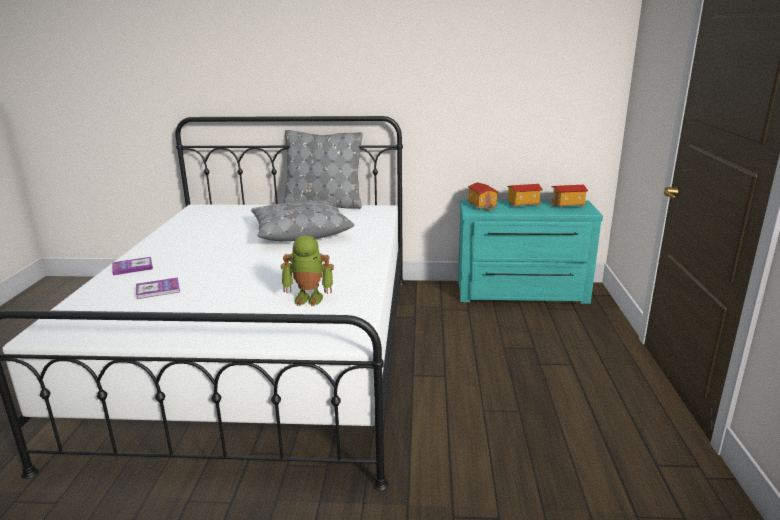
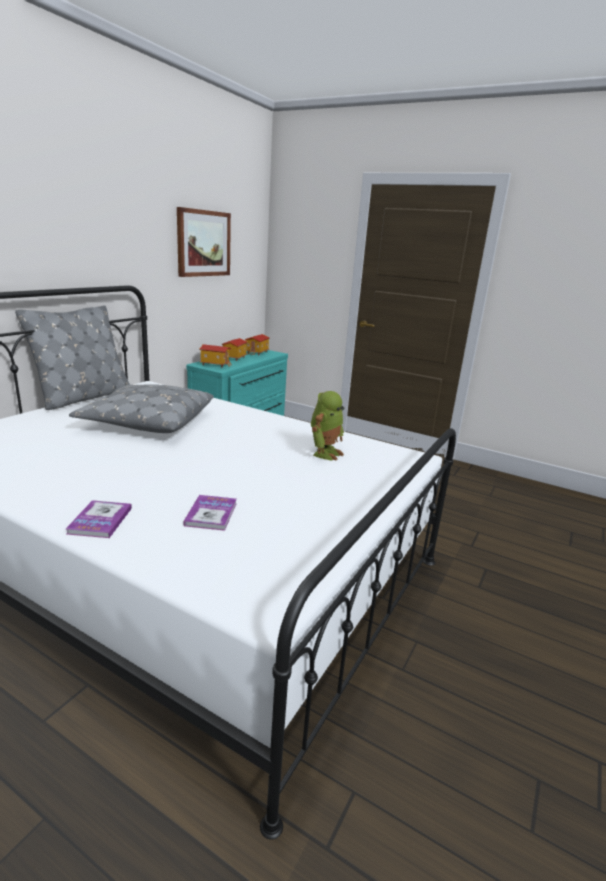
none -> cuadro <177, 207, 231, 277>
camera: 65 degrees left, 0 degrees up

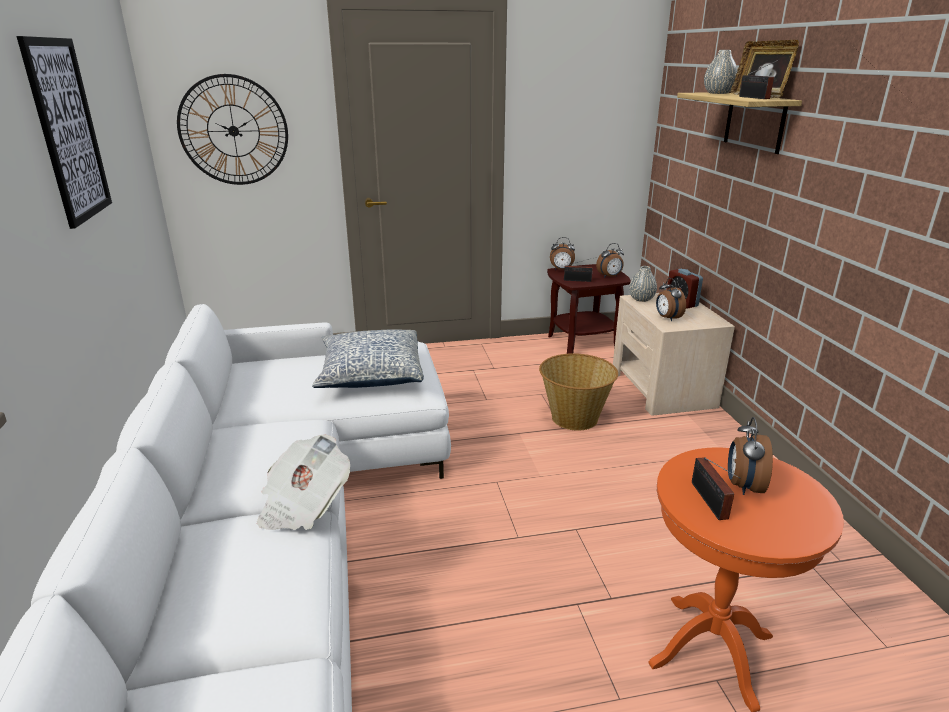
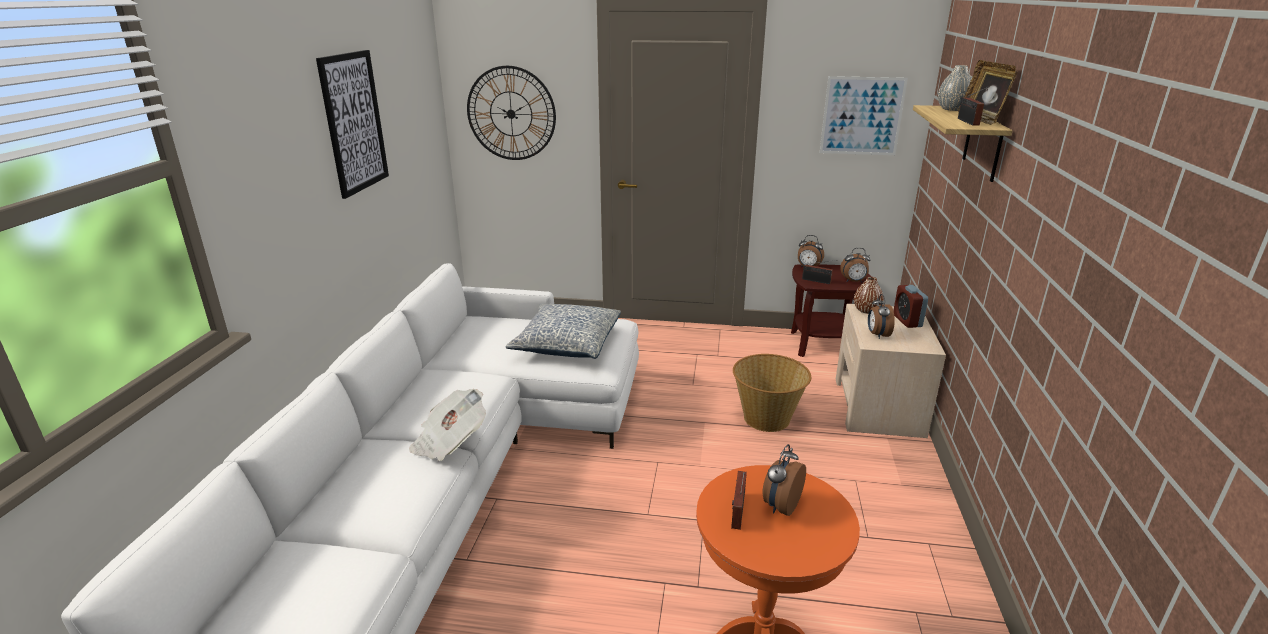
none -> cuadro <820, 76, 908, 155>
florero/gris <629, 266, 657, 302> -> florero/marrón <854, 277, 883, 314>
camera: 20 degrees right, 0 degrees up

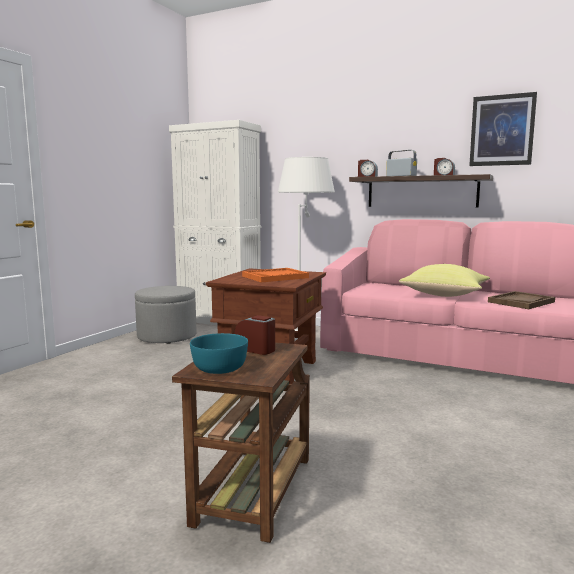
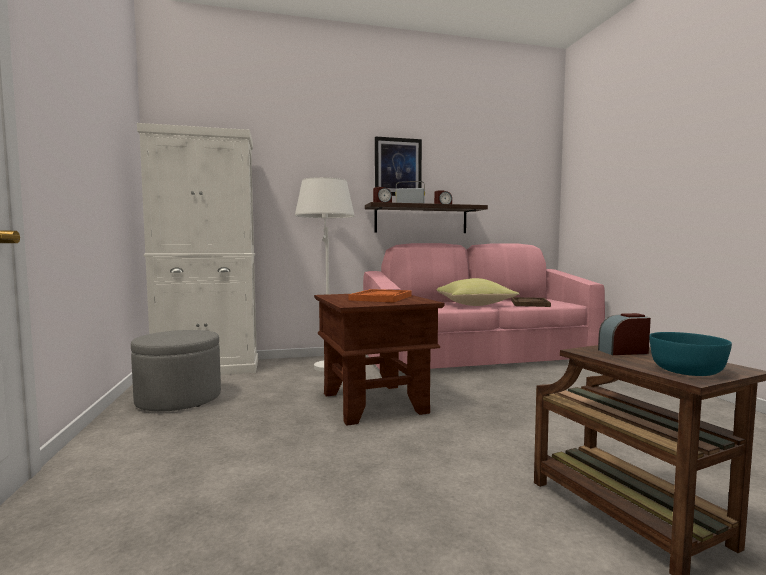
cuadro <469, 92, 537, 166> -> cuadro <375, 136, 422, 196>, relocated
camera: 40 degrees left, 5 degrees down

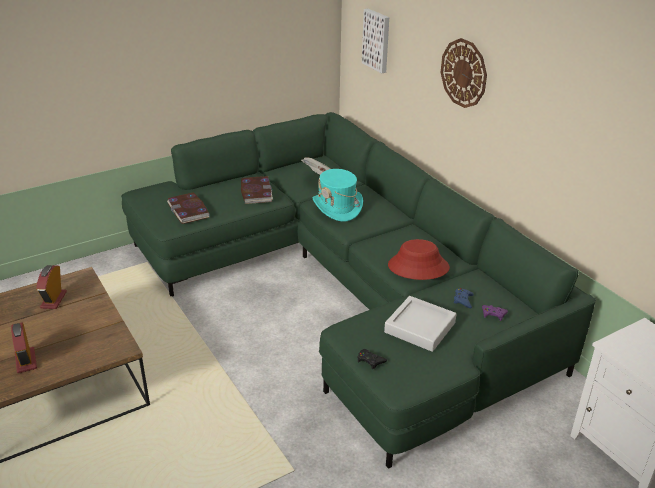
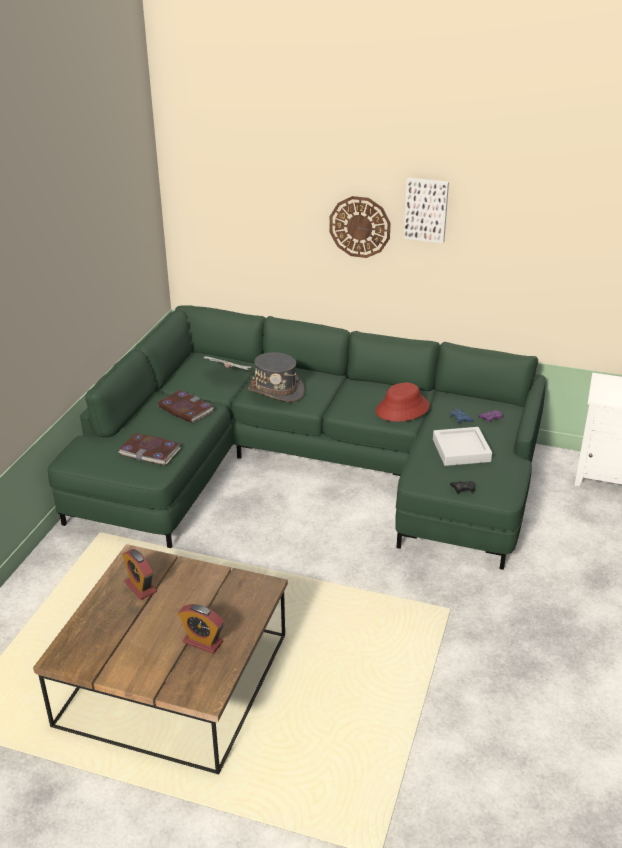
cuadro <362, 9, 389, 73> -> cuadro <404, 178, 449, 243>, relocated
sombrero/turquesa <313, 169, 363, 222> -> sombrero/gris <248, 352, 304, 402>
camera: 40 degrees left, 0 degrees up

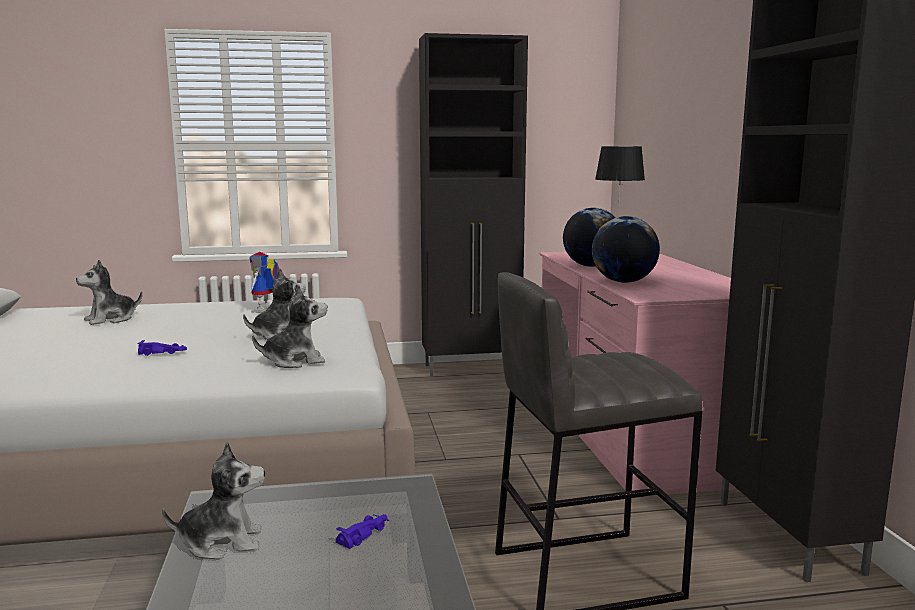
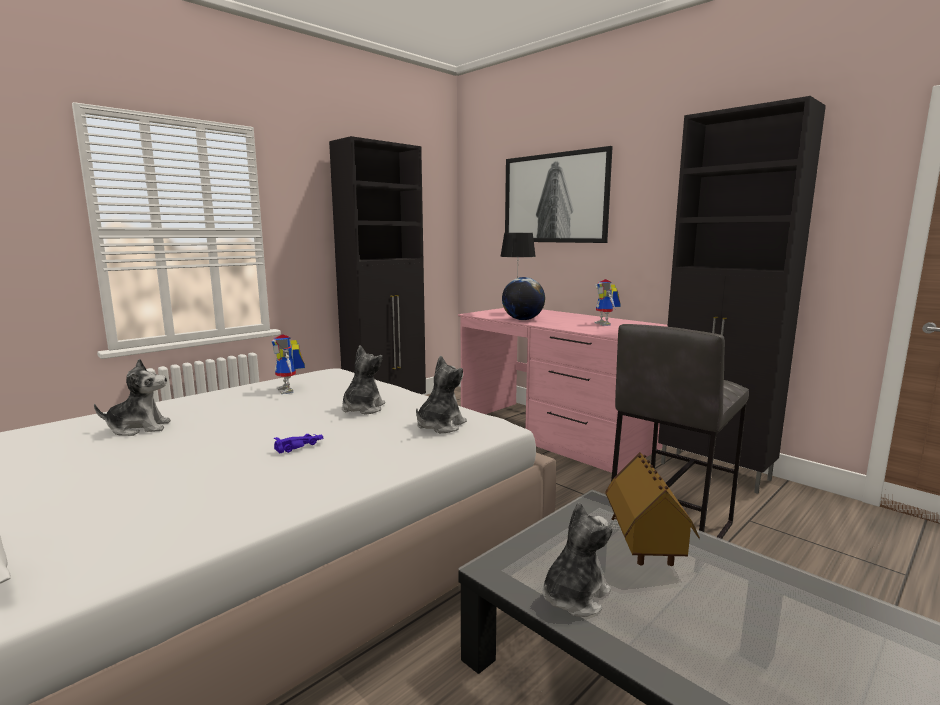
globo terráqueo <592, 216, 660, 283> -> none
none -> cuadro <505, 146, 613, 243>
none -> robot de juguete <594, 279, 621, 326>
coche de juguete/morado <336, 514, 389, 549> -> casita <605, 452, 700, 566>
peluche <76, 260, 142, 325> -> peluche <94, 359, 171, 436>, 120 degrees counterclockwise
camera: 35 degrees left, 0 degrees up

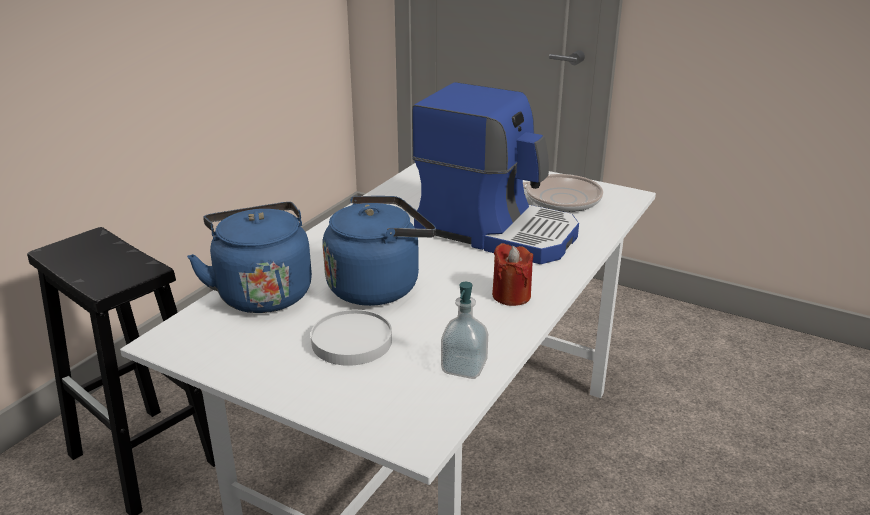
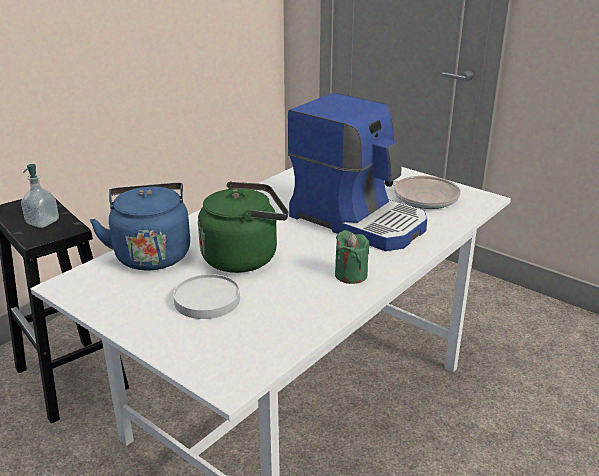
dispensador de jabón <441, 282, 488, 379> -> dispensador de jabón <21, 164, 59, 228>, relocated
hervidor/azul <323, 196, 436, 306> -> hervidor/verde <198, 182, 289, 273>
vela/rojo <492, 243, 533, 306> -> vela/verde <335, 230, 369, 284>
camera: 10 degrees right, 0 degrees up

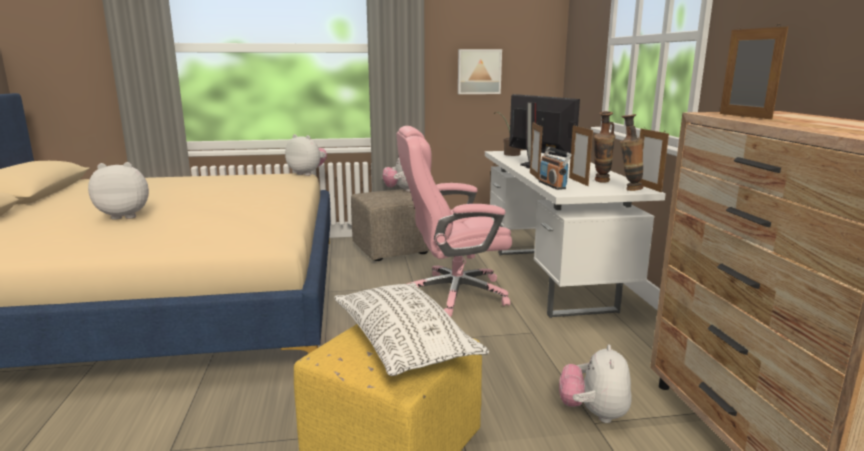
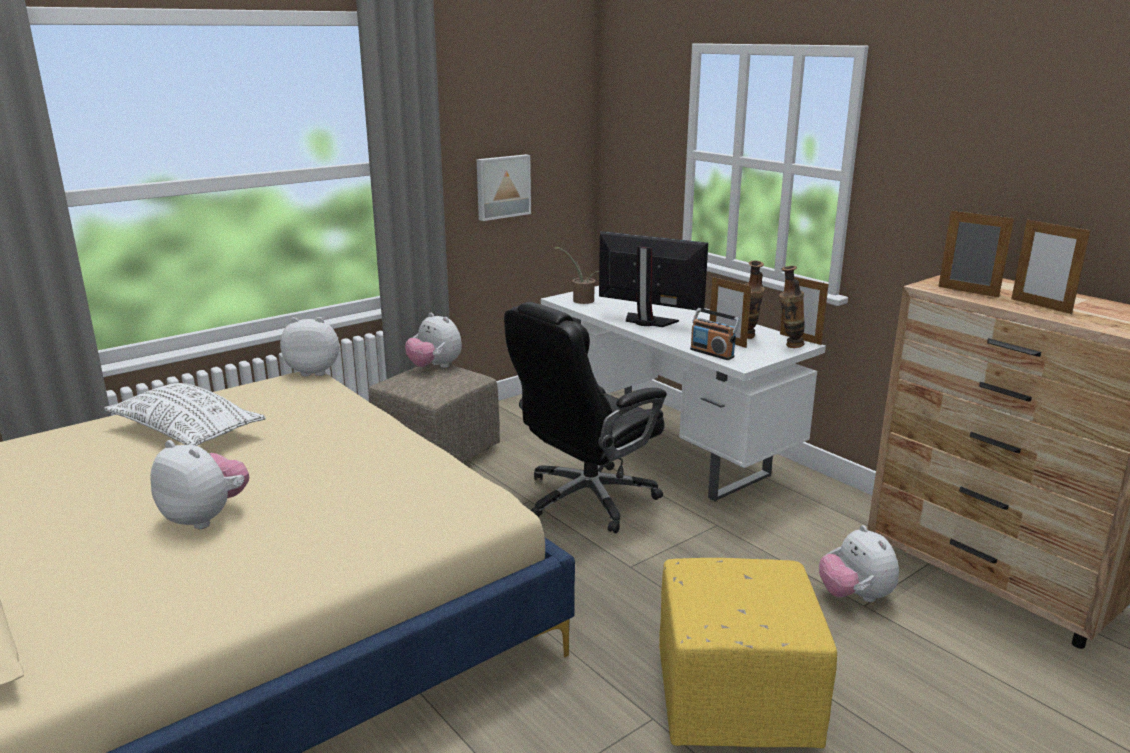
cojín/blanco <334, 282, 489, 376> -> cojín/blanco <104, 383, 266, 446>, relocated
portarretratos <530, 121, 543, 180> -> portarretratos <1011, 218, 1091, 314>, relocated
silla de oficina/rosa <397, 126, 512, 317> -> silla de oficina/negro <504, 302, 667, 533>
peluche <88, 162, 149, 220> -> peluche <150, 440, 249, 529>, 75 degrees clockwise
camera: 30 degrees left, 5 degrees up

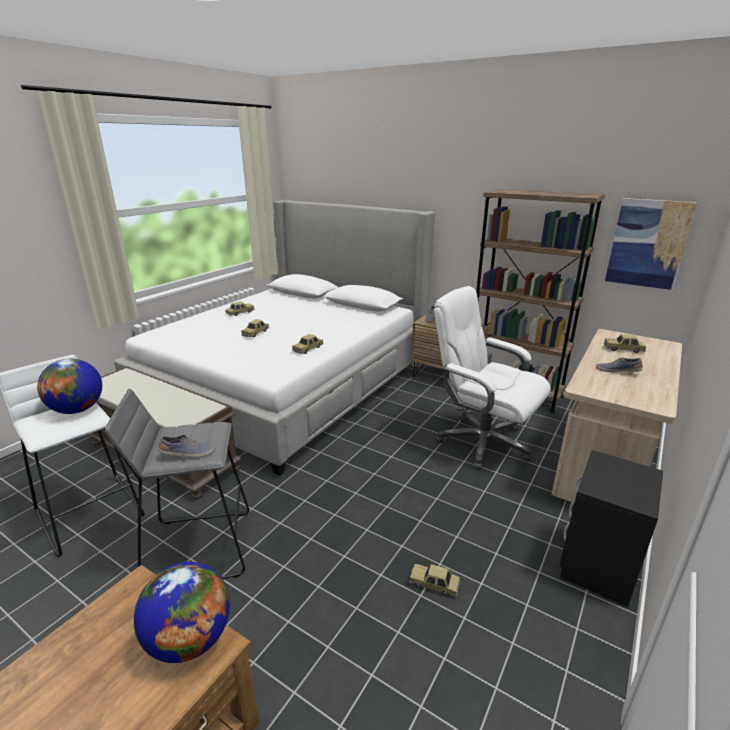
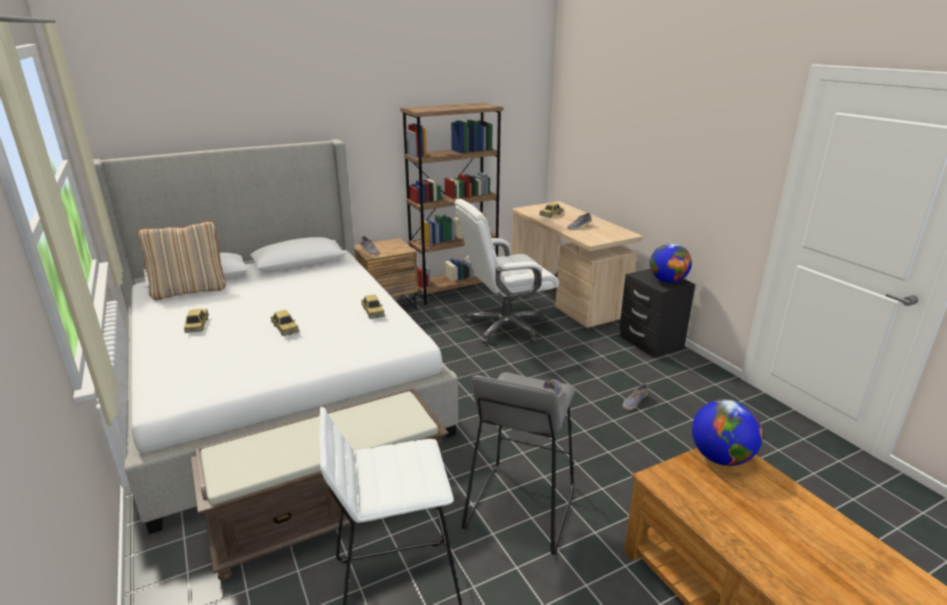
cuadro <605, 198, 697, 290> -> none
none -> cojín/beis <138, 221, 226, 300>
globo terráqueo <37, 359, 102, 414> -> globo terráqueo <650, 243, 692, 283>, relocated
coche de juguete <409, 564, 461, 597> -> zapato <623, 383, 649, 410>
camera: 60 degrees left, 0 degrees up

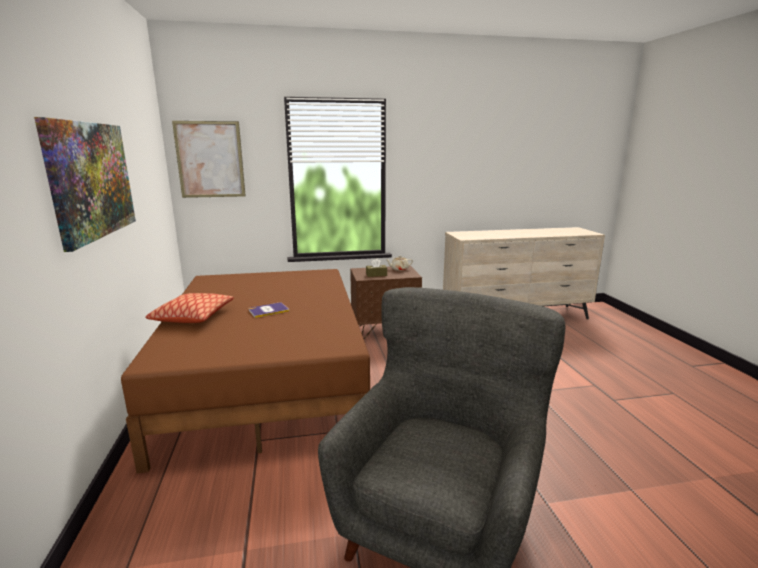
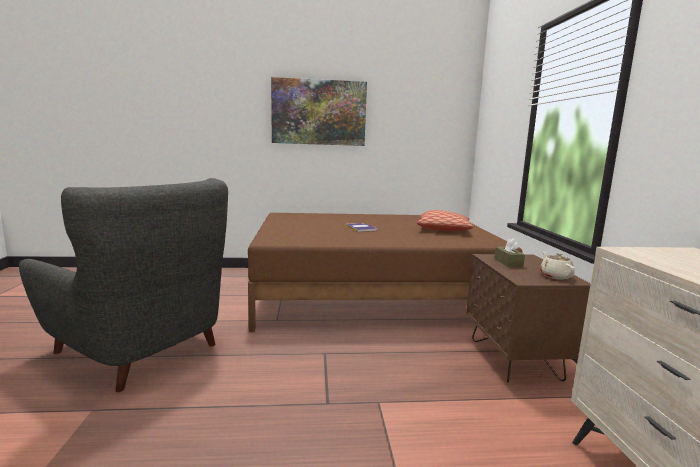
cuadro <172, 121, 246, 198> -> none
cojín <145, 293, 234, 323> -> cojín <417, 210, 473, 231>, relocated
camera: 95 degrees right, 5 degrees down

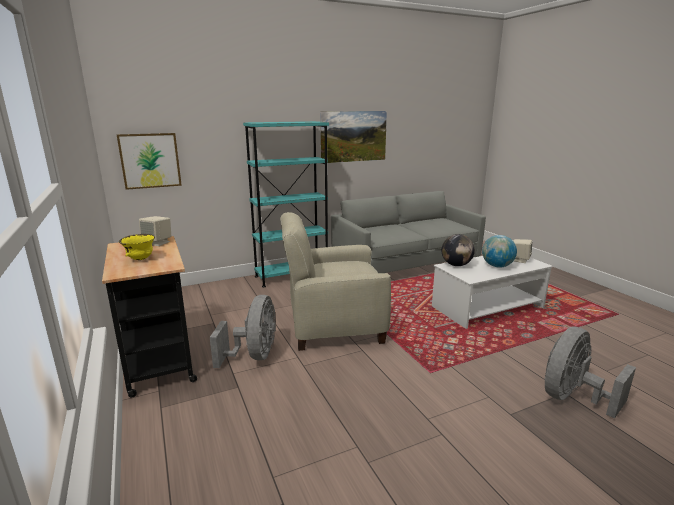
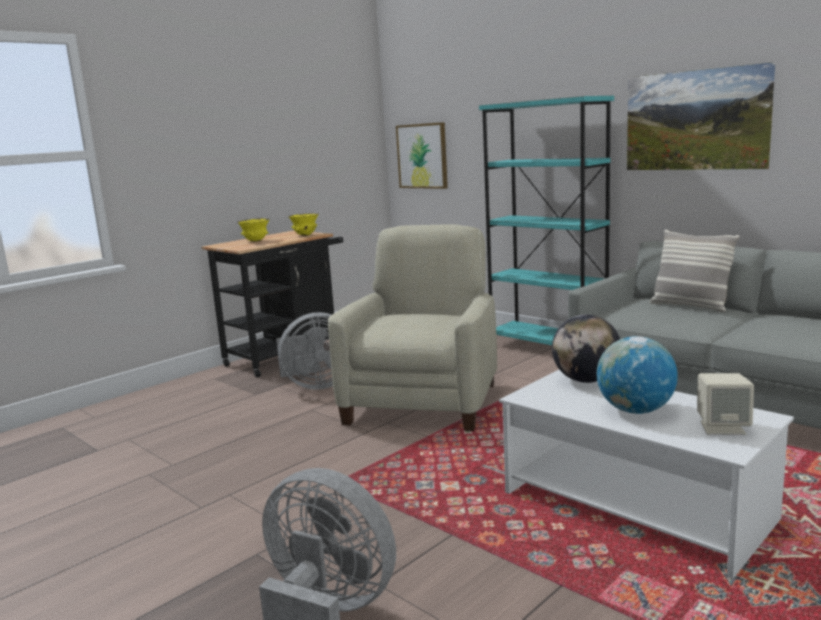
none -> cojín <650, 230, 739, 312>
altavoz/beis <139, 216, 171, 246> -> cuenco/amarillo <288, 213, 319, 236>
sillón/beis <280, 212, 391, 351> -> sillón/beis <328, 224, 497, 431>, 45 degrees clockwise
camera: 70 degrees right, 5 degrees down

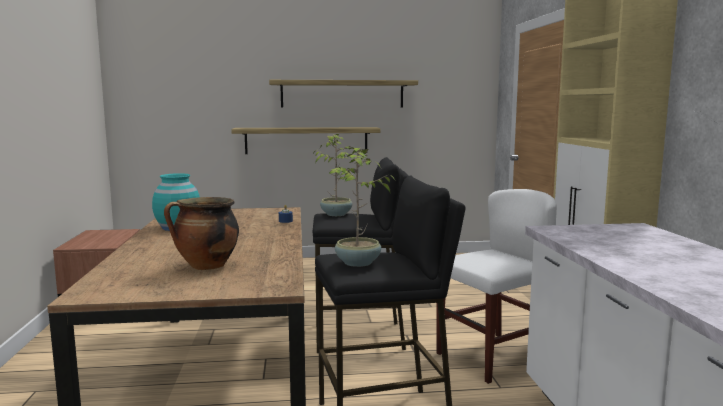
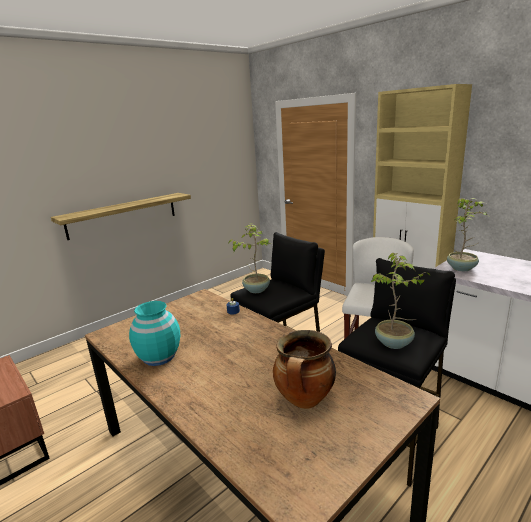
estante <269, 80, 418, 108> -> none
none -> planta en maceta <447, 198, 487, 271>
camera: 35 degrees left, 10 degrees up

